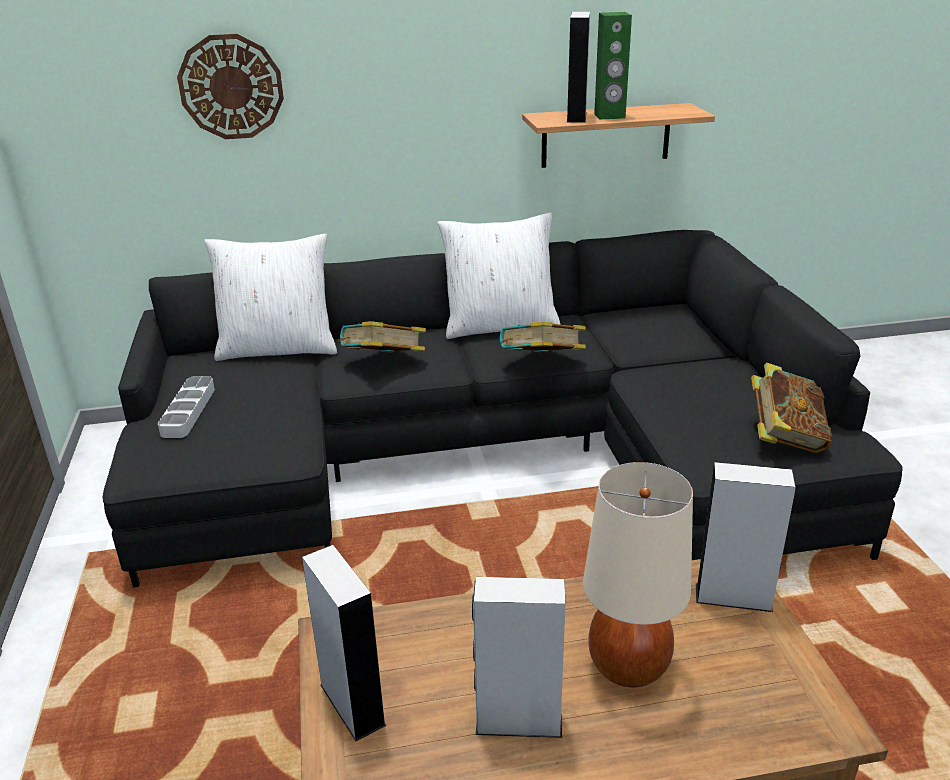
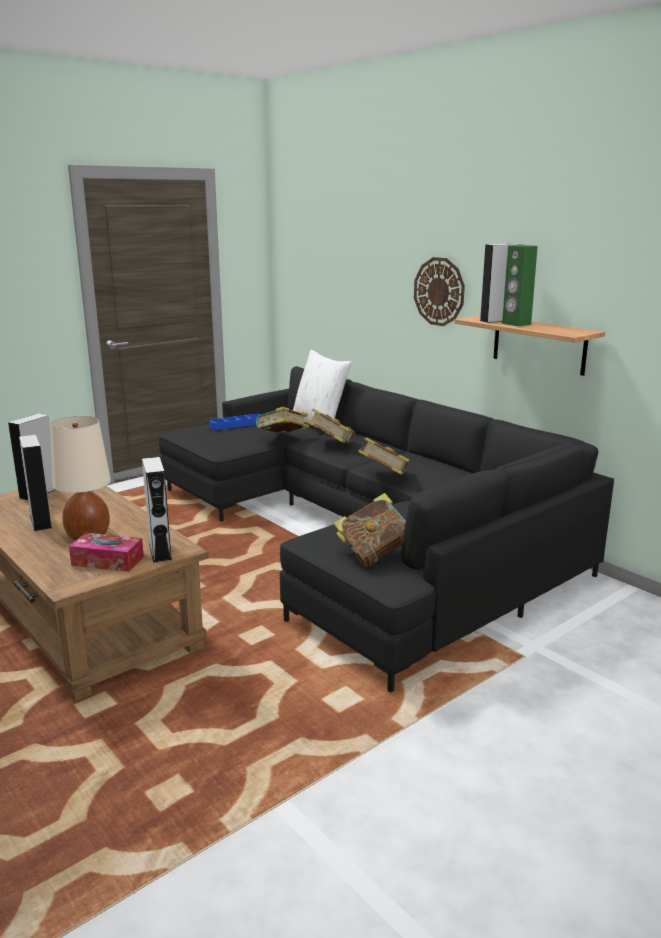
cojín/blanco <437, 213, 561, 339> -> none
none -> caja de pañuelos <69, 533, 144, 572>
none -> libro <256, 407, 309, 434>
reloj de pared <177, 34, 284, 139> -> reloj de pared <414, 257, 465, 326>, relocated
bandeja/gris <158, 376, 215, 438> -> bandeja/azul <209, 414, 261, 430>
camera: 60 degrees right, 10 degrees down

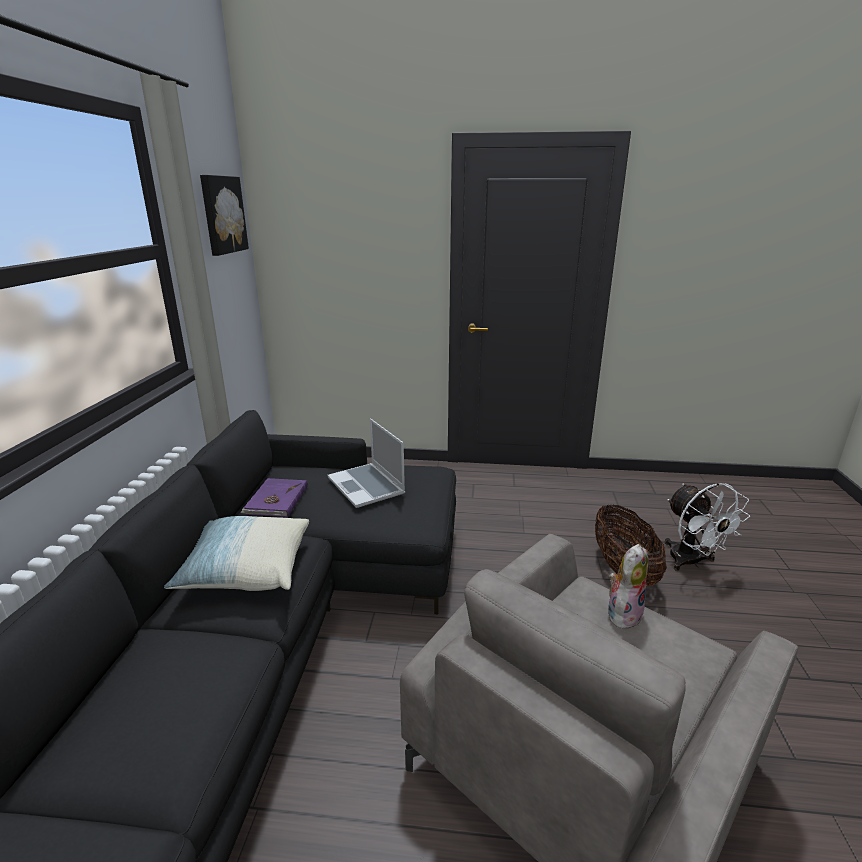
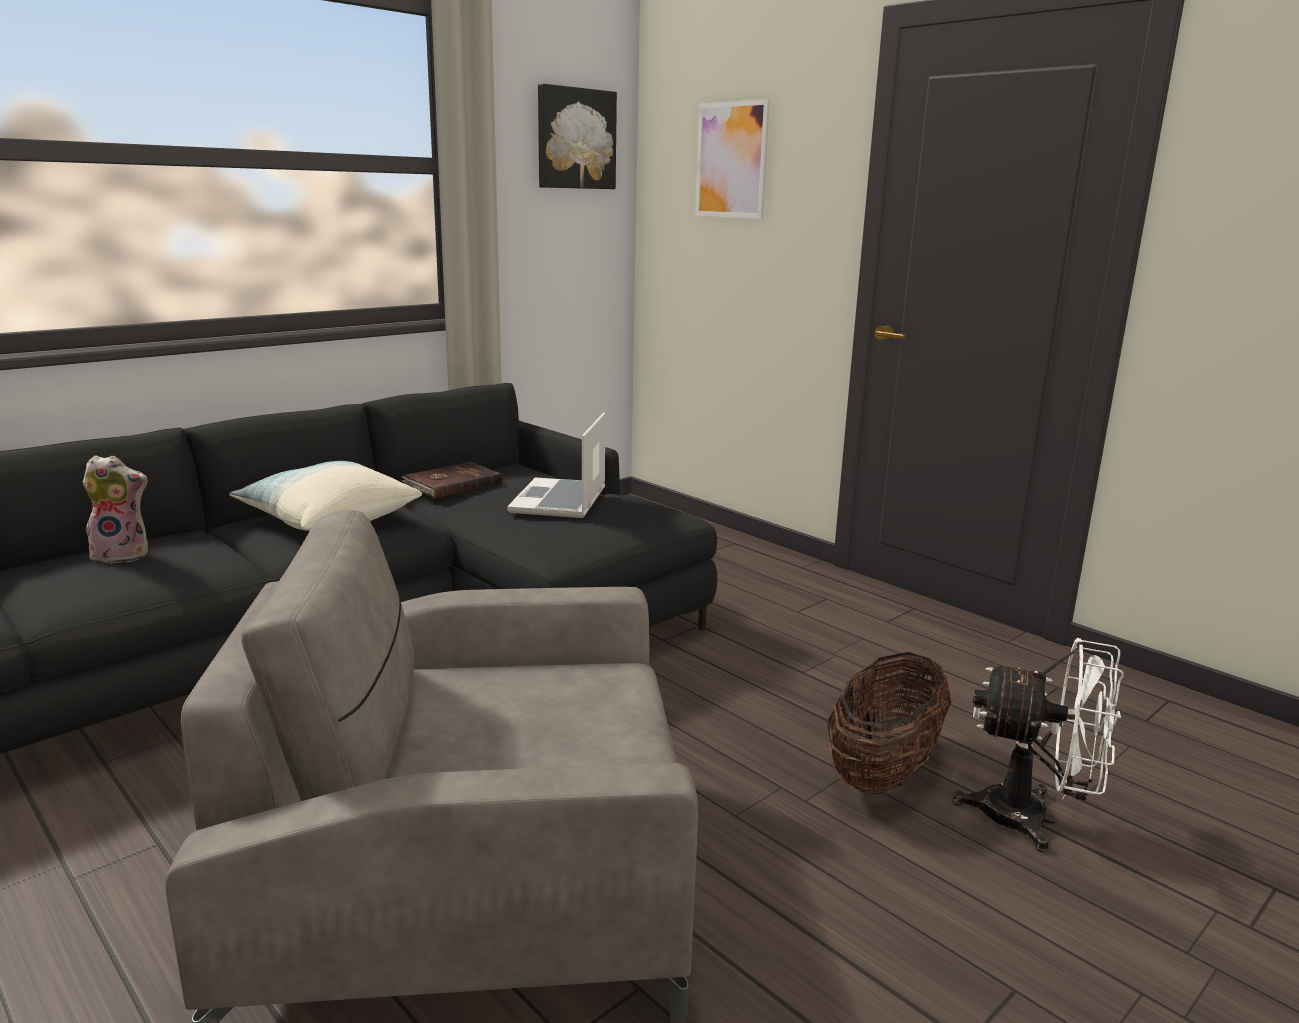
none -> cuadro <695, 99, 770, 219>
peluche <608, 544, 649, 629> -> peluche <83, 455, 148, 564>, relocated
libro/morado <240, 478, 308, 517> -> libro/marrón <401, 462, 502, 498>
ventilador/blanco <665, 483, 750, 571> -> ventilador/blanco <952, 638, 1124, 853>, 90 degrees counterclockwise
camera: 40 degrees right, 5 degrees down

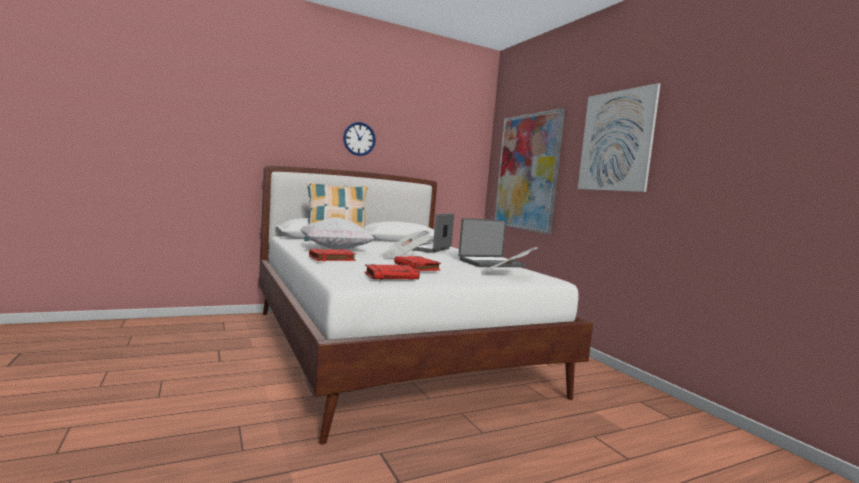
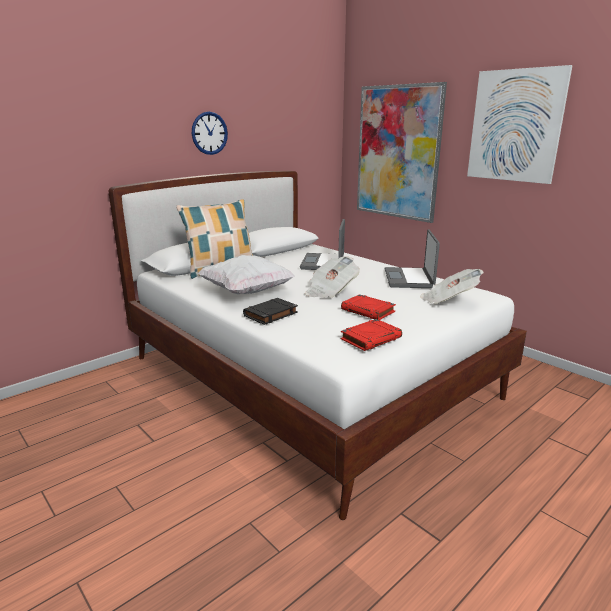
libro/rojo <309, 249, 356, 261> -> libro/negro <243, 298, 298, 325>
portátil <459, 218, 525, 267> -> portátil <385, 230, 440, 288>, 135 degrees clockwise
camera: 15 degrees left, 15 degrees up

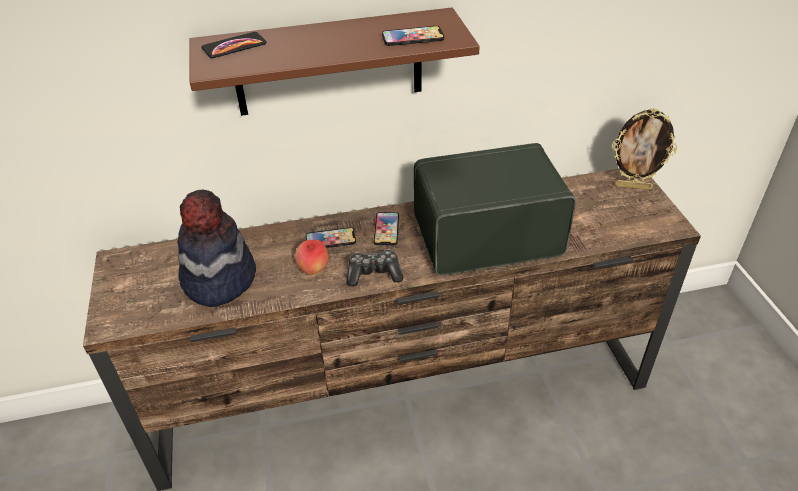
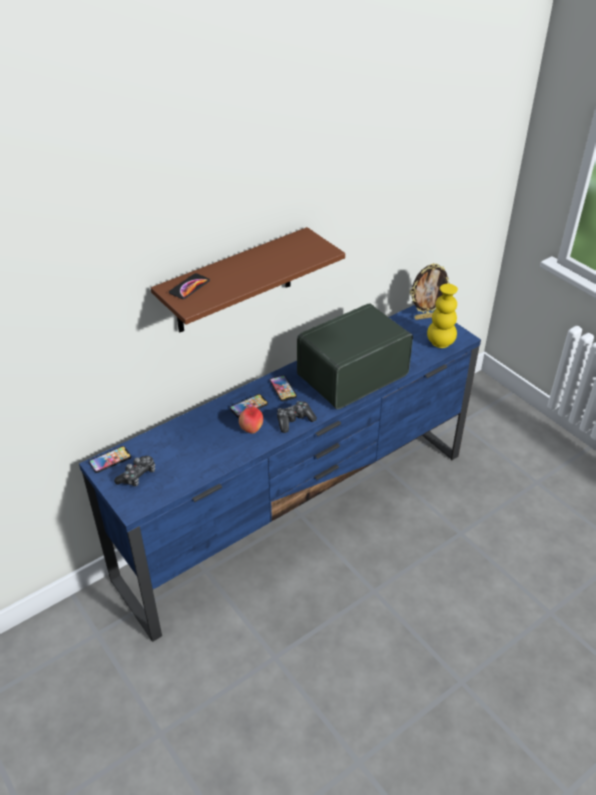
sombrero <177, 190, 256, 307> -> none
none -> mando de consola <114, 456, 155, 487>
none -> florero/amarillo <427, 284, 458, 348>
móvil <382, 26, 444, 46> -> móvil <89, 446, 131, 473>, relocated
mueble de televisión/marrón <83, 168, 701, 491> -> mueble de televisión/azul <79, 305, 481, 642>
camera: 25 degrees left, 0 degrees up

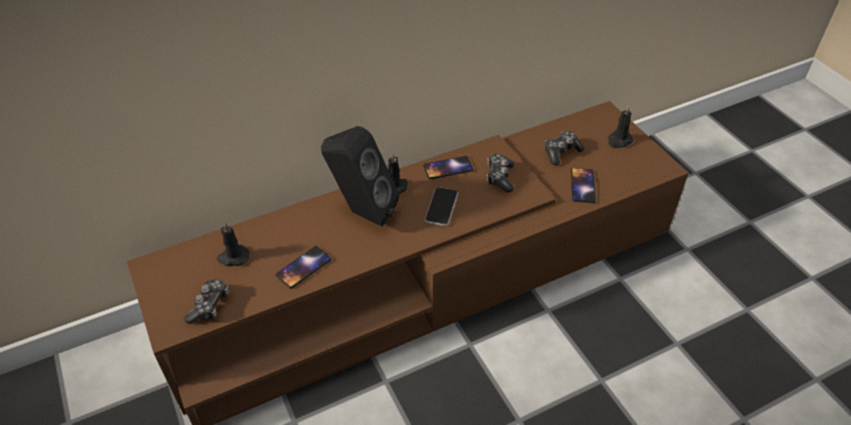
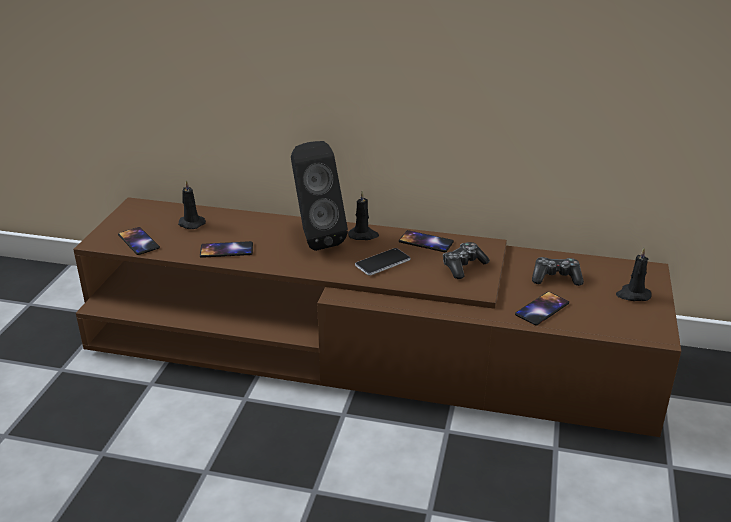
mando de consola <184, 279, 229, 324> -> móvil <118, 227, 160, 255>
camera: 40 degrees right, 15 degrees down

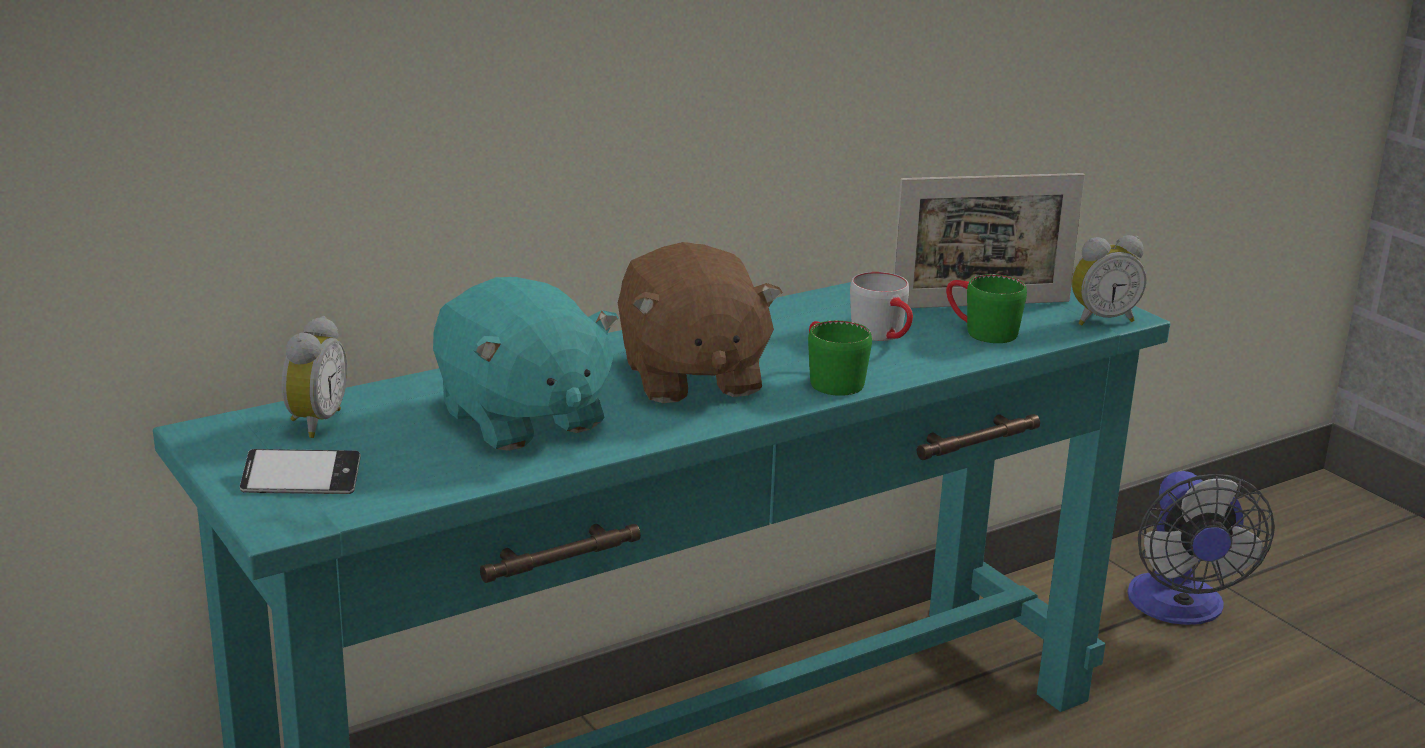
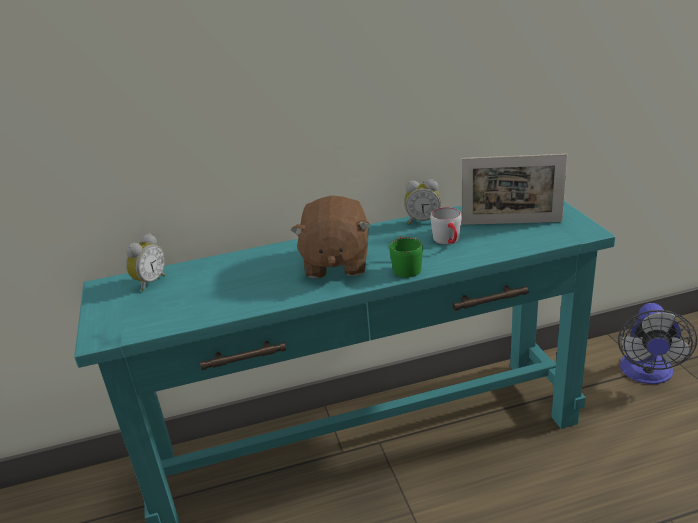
móvil <240, 449, 361, 494> -> none
peluche/turquesa <433, 277, 619, 451> -> none
taza grande/verde <946, 274, 1027, 343> -> none
despertador <1071, 235, 1147, 325> -> despertador <404, 179, 441, 224>, relocated
camera: 20 degrees right, 5 degrees up

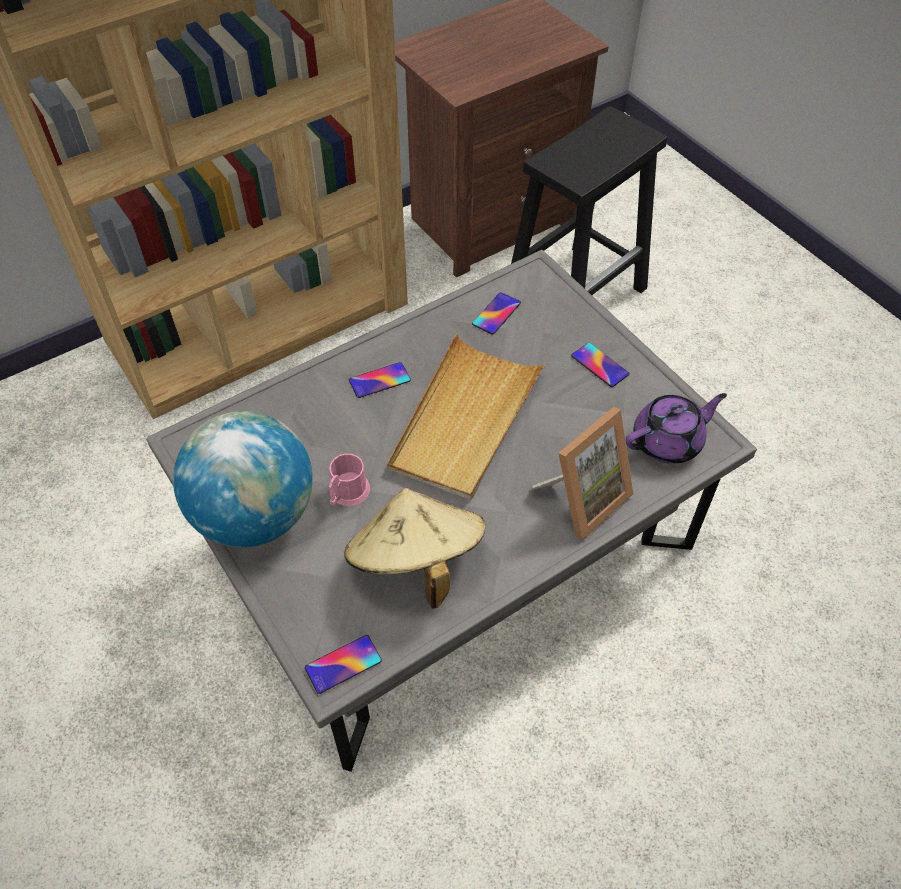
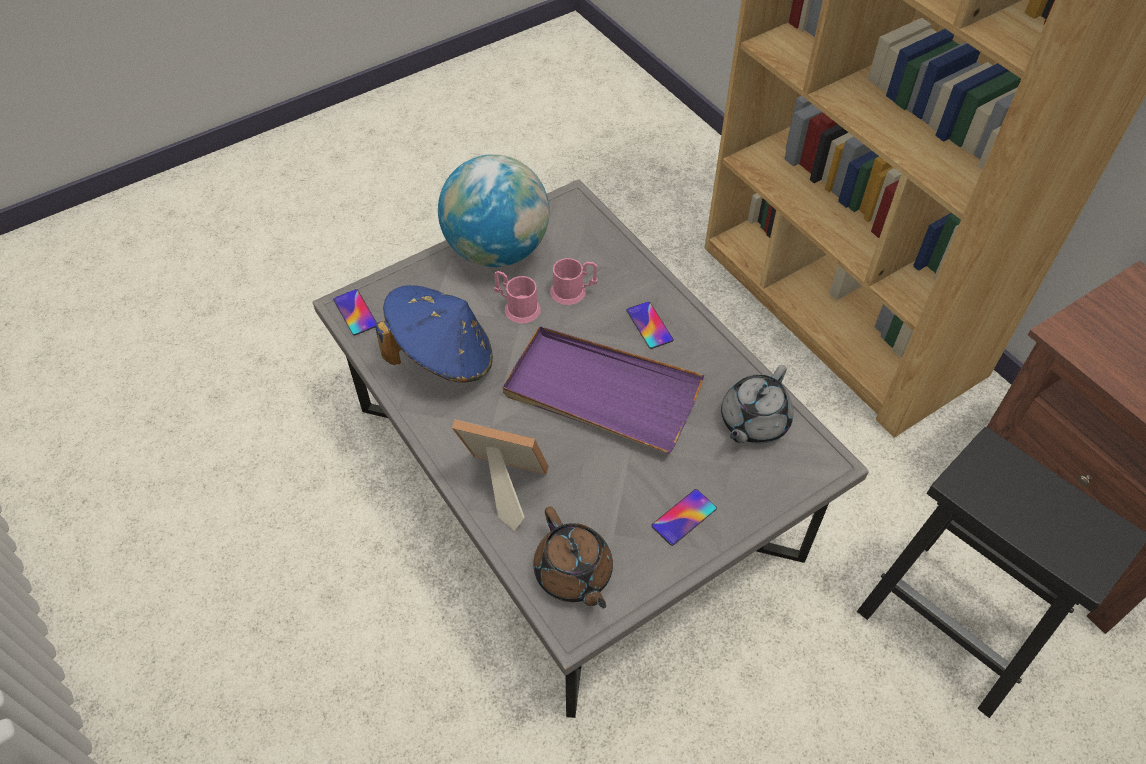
none -> taza grande/rosa <550, 258, 598, 305>
móvil <472, 292, 521, 334> -> tetera/gris <721, 365, 793, 444>
sombrero/beis <344, 488, 485, 609> -> sombrero/azul <375, 285, 493, 383>
bandeja/beis <387, 334, 546, 500> -> bandeja/morado <503, 326, 704, 454>
tetera/morado <626, 393, 727, 464> -> tetera/marrón <533, 507, 613, 609>
portarretratos <531, 407, 633, 540> -> portarretratos <452, 419, 549, 531>, 150 degrees clockwise
camera: 90 degrees right, 0 degrees up

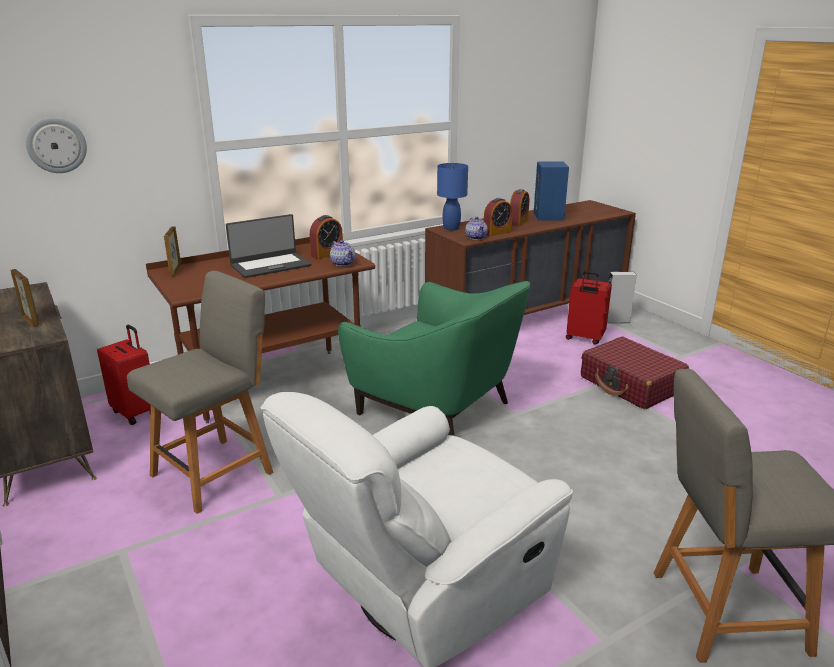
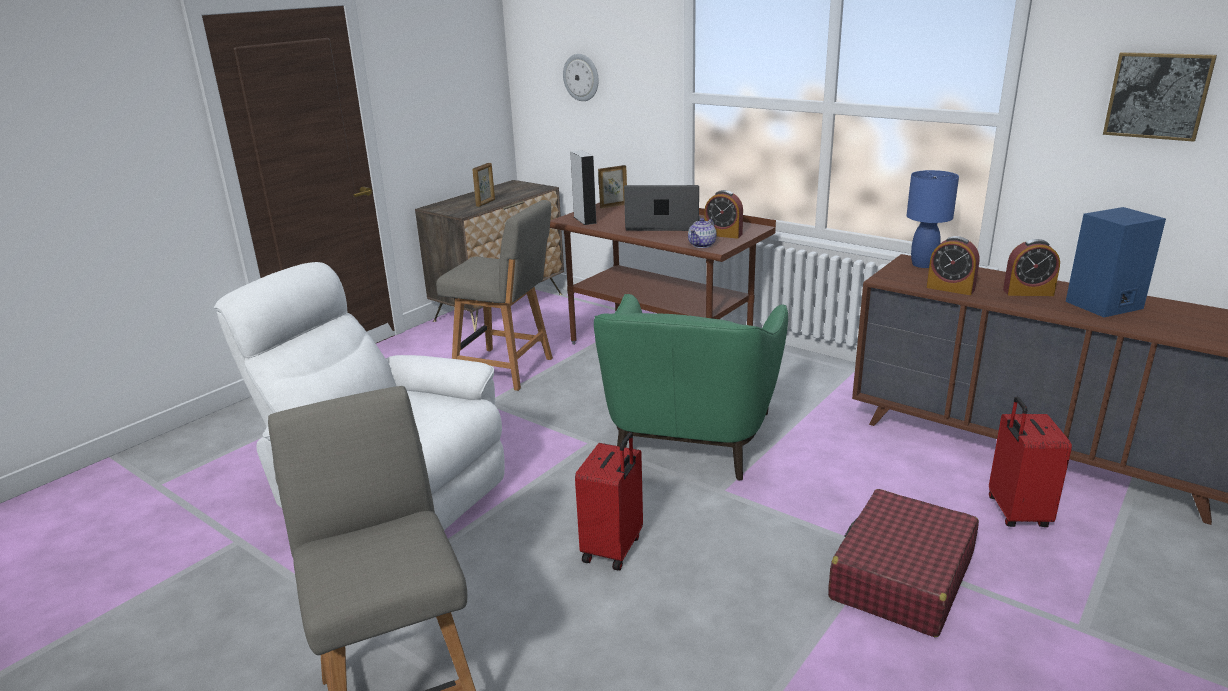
tetera <465, 217, 488, 240> -> none
none -> cuadro <1103, 52, 1217, 142>
maleta/rojo <97, 325, 150, 425> -> maleta/rojo <575, 432, 643, 570>, relocated
altavoz/gris <607, 272, 637, 323> -> altavoz/gris <570, 150, 597, 225>, relocated
portátil <226, 214, 311, 278> -> portátil <624, 185, 701, 231>, 150 degrees clockwise
camera: 70 degrees right, 0 degrees up

